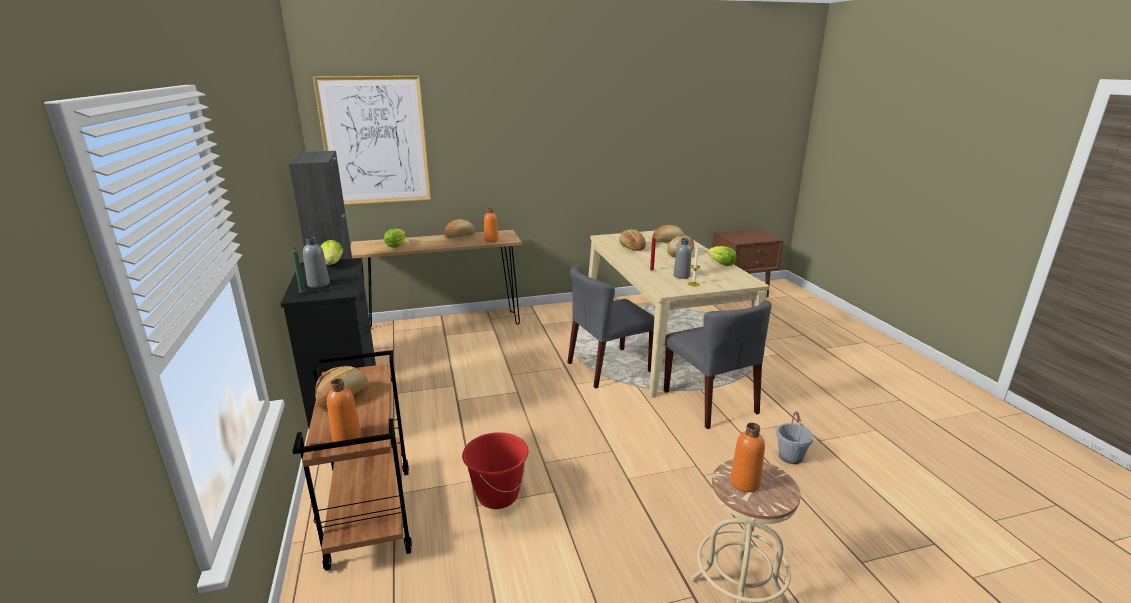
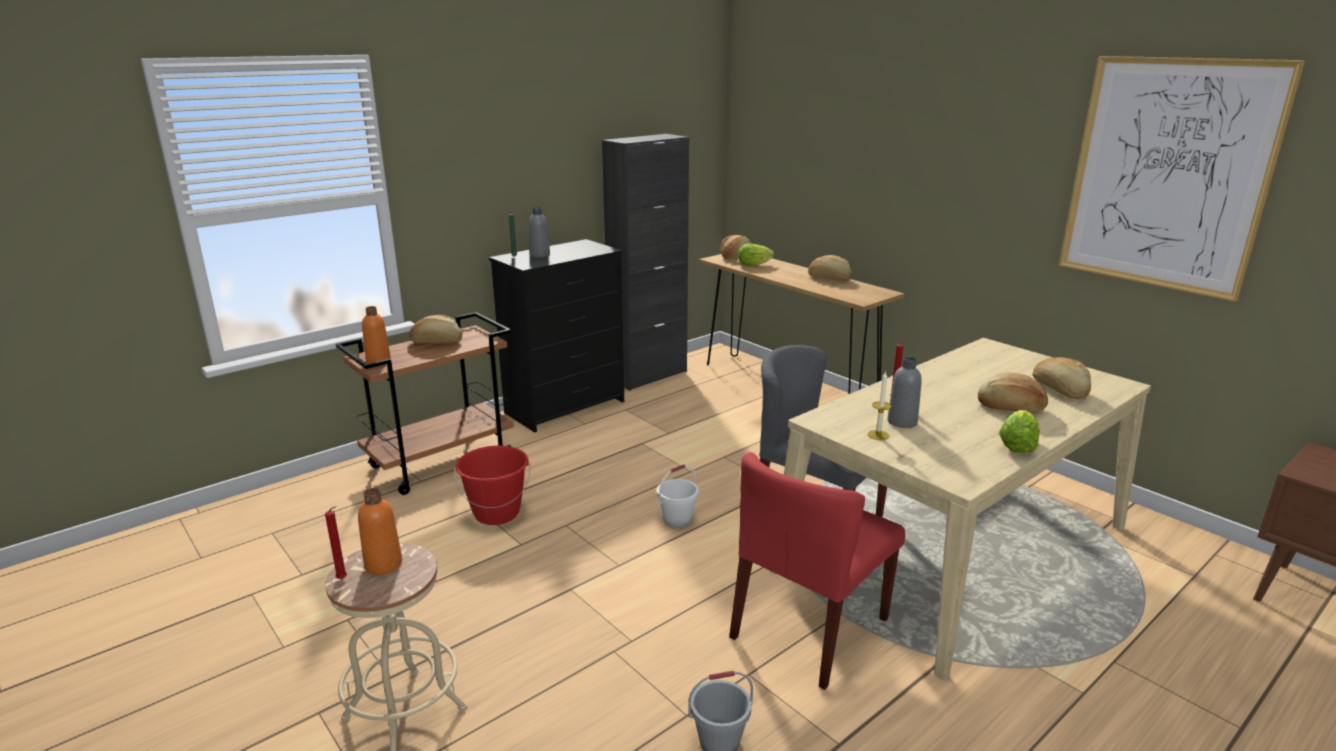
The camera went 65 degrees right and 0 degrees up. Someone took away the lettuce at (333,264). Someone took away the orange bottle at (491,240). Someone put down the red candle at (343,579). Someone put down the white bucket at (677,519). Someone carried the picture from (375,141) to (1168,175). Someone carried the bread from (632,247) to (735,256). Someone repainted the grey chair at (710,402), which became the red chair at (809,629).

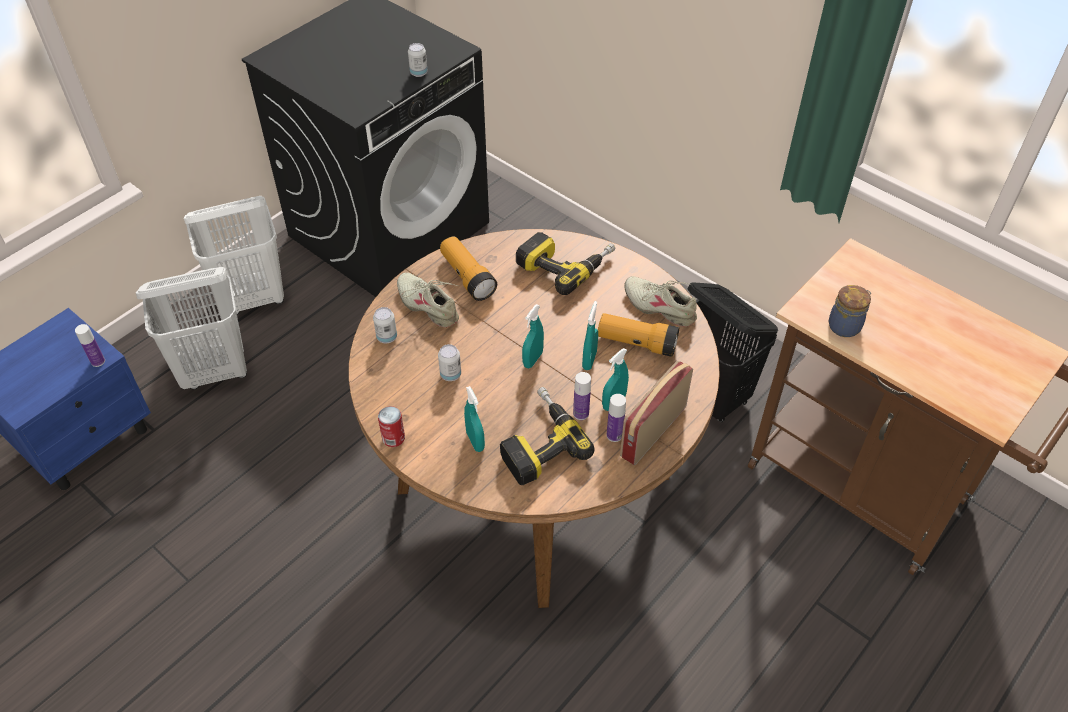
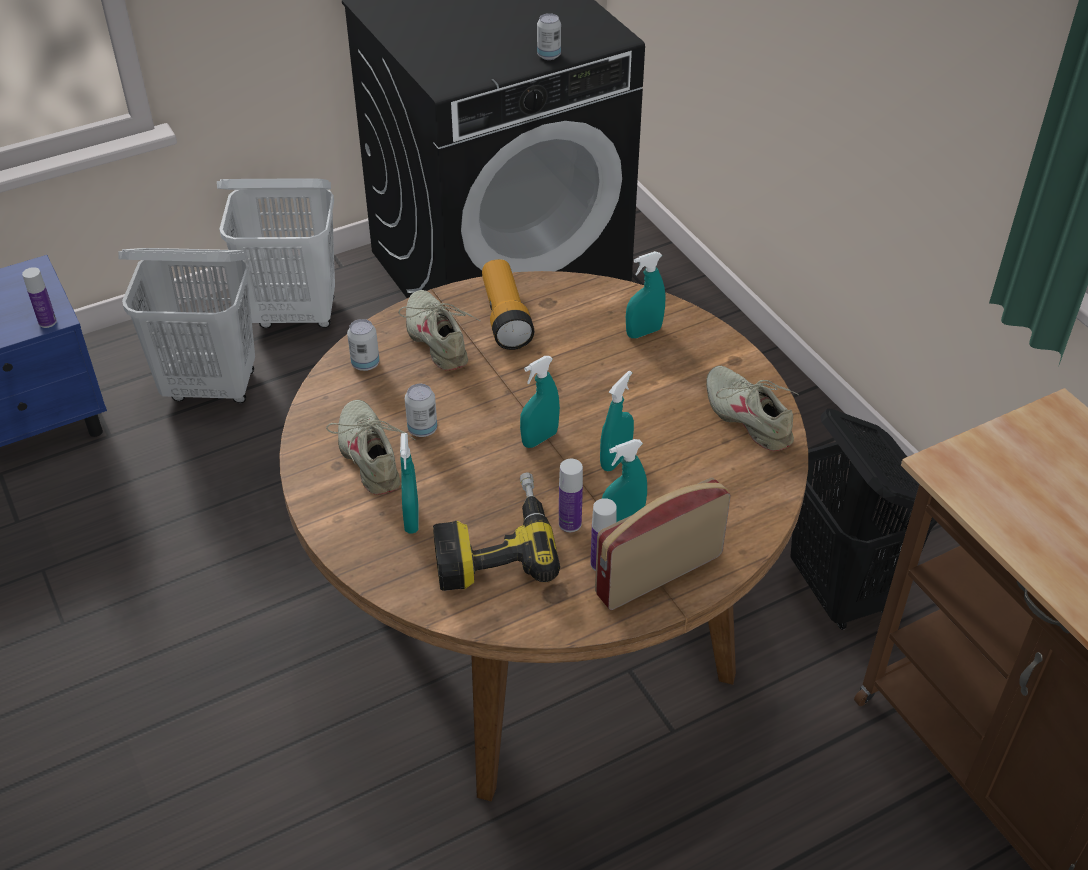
The camera went 20 degrees right and 5 degrees down. Someone took away the can at (393,438). Someone took away the flashlight at (637,343). Someone took away the jar at (845,326). Someone put down the beige shoe at (371,456). Someone swapped the power drill at (565,264) for the turquoise spray bottle at (643,332).

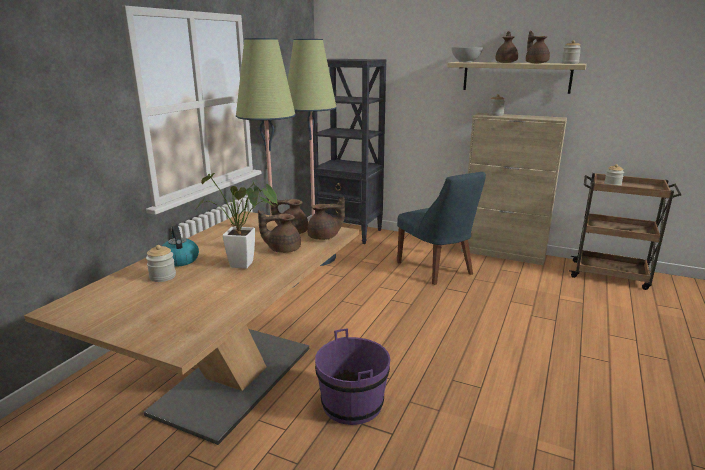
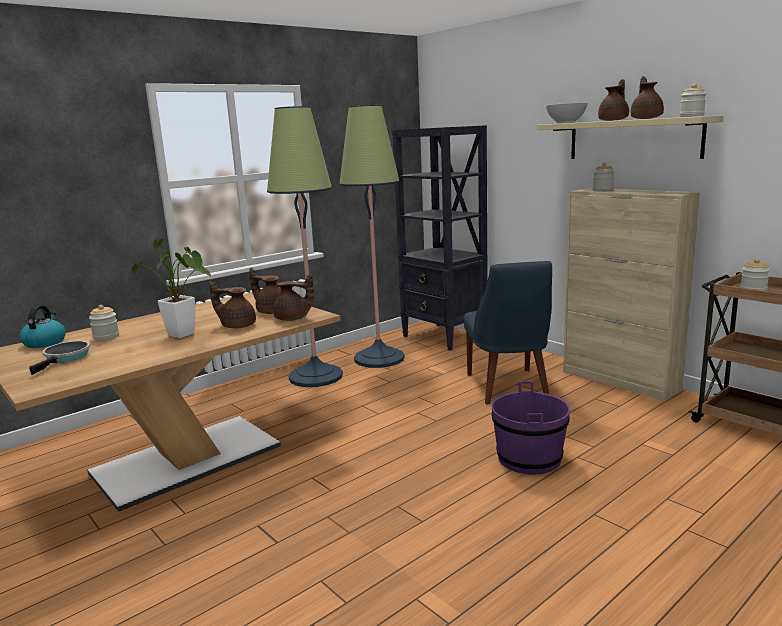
The camera went 25 degrees right and 5 degrees down. Someone put down the frying pan at (66,358). Someone carried the kettle from (179,260) to (45,342). Someone carried the purple bucket from (352,404) to (529,458).

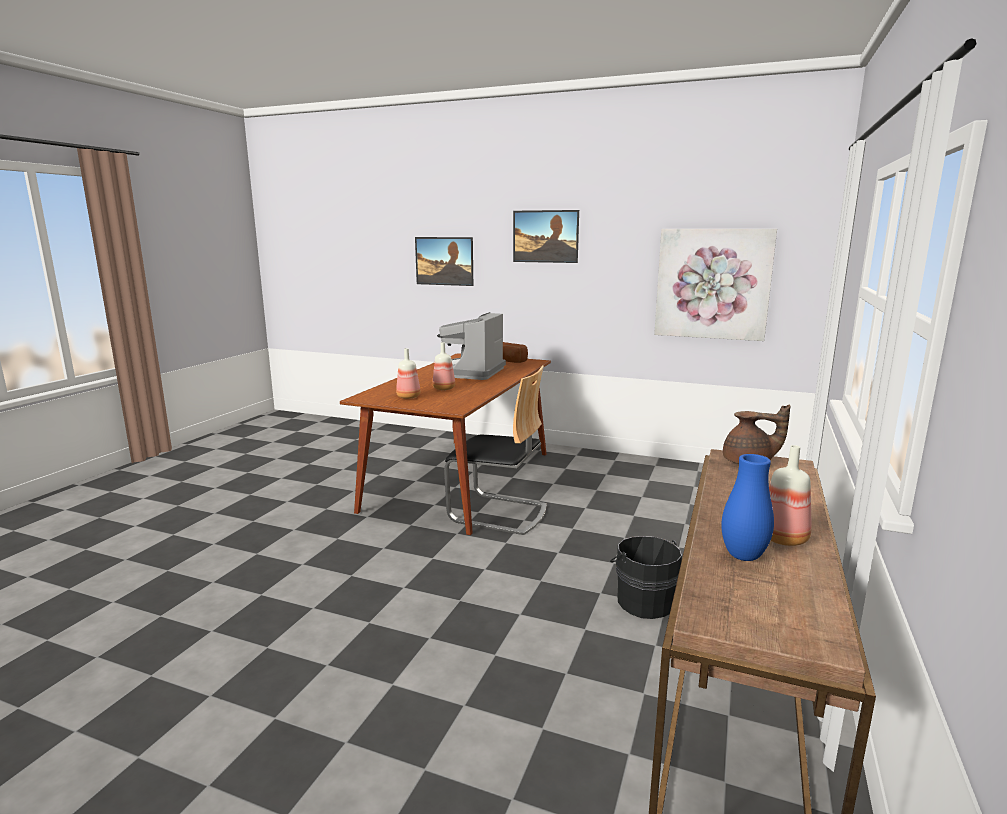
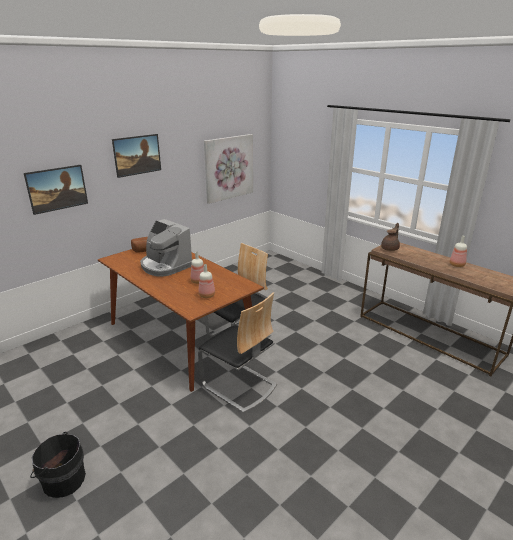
The camera went 65 degrees left and 10 degrees up. Someone took away the blue vase at (743,556). Someone put down the chair at (239,386). Someone carried the black bucket from (644,601) to (62,480).

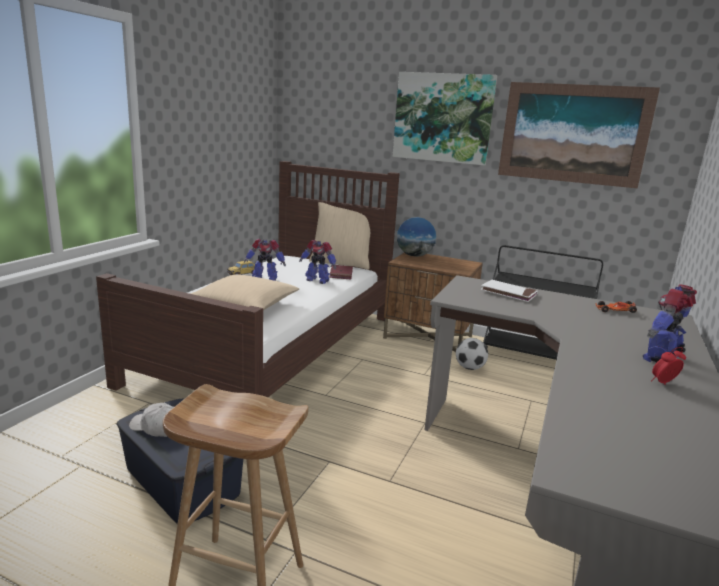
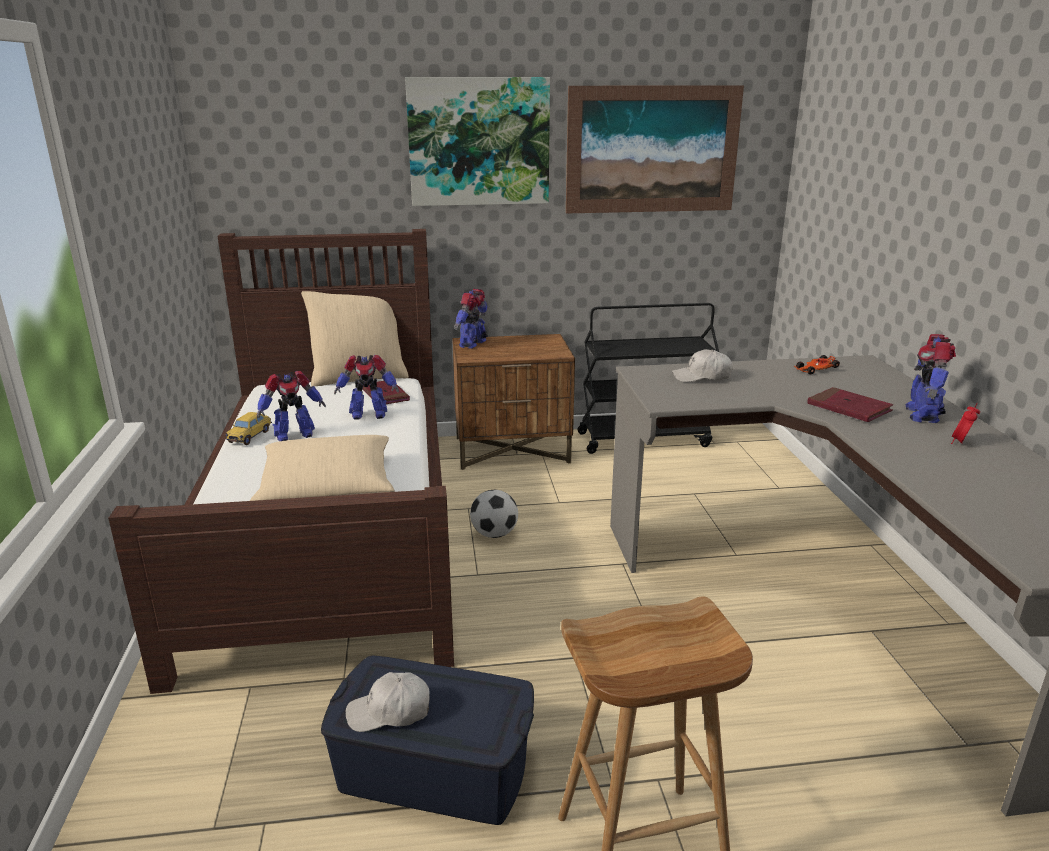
The camera went 30 degrees left and 5 degrees up. Someone put down the red book at (848,408). Someone carried the football from (469,368) to (494,534). Someone swapped the globe at (414,256) for the toy robot at (473,344). Someone swapped the white book at (508,293) for the white cap at (702,377).

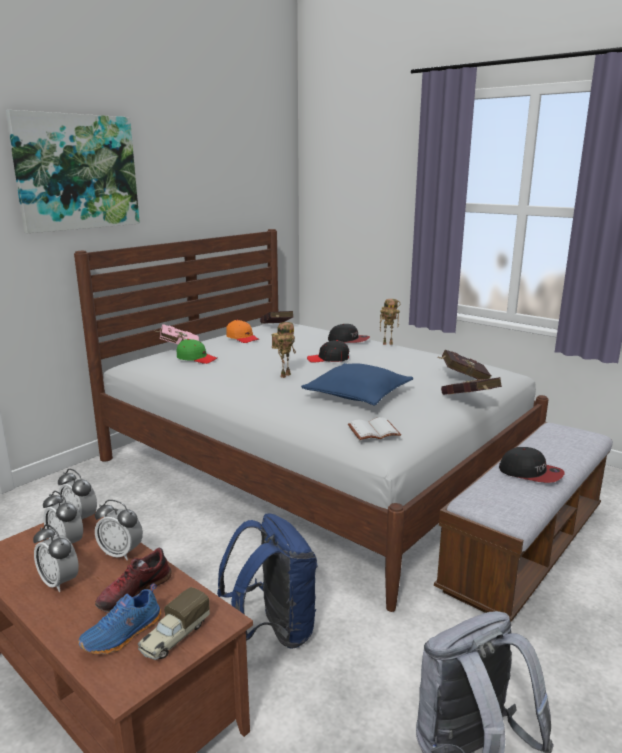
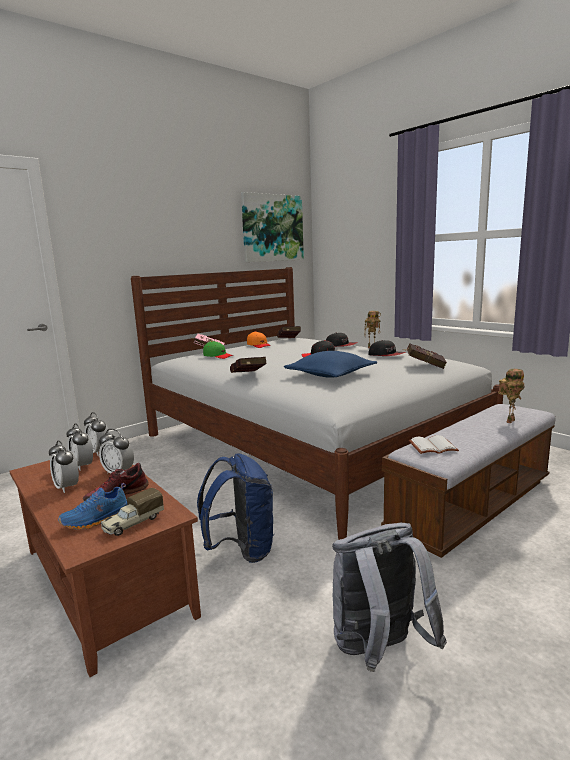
The camera went 10 degrees right and 5 degrees down. Someone carried the picture from (77,172) to (272,228). Someone carried the toy robot from (285,375) to (509,421). Someone carried the white book from (373,432) to (432,447). Someone carried the red book from (471,400) to (248,376). Someone carried the cap from (530,473) to (386,355).

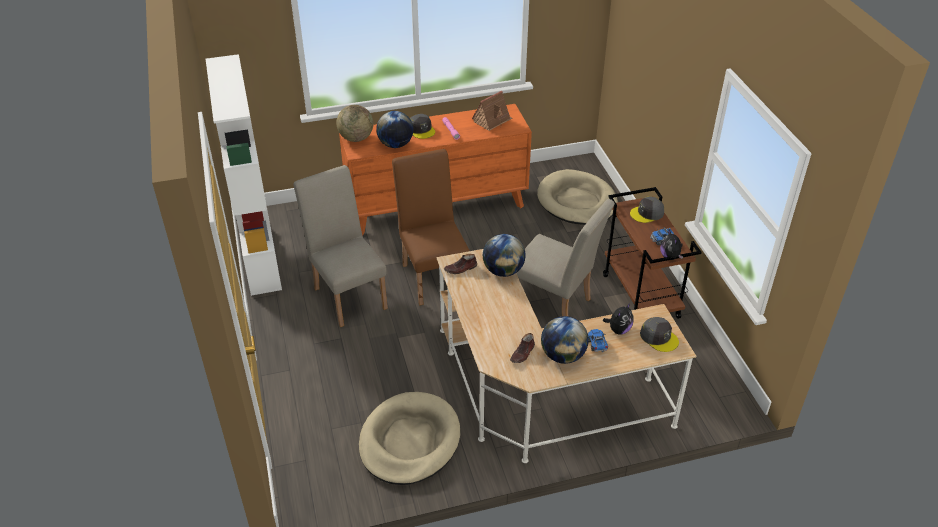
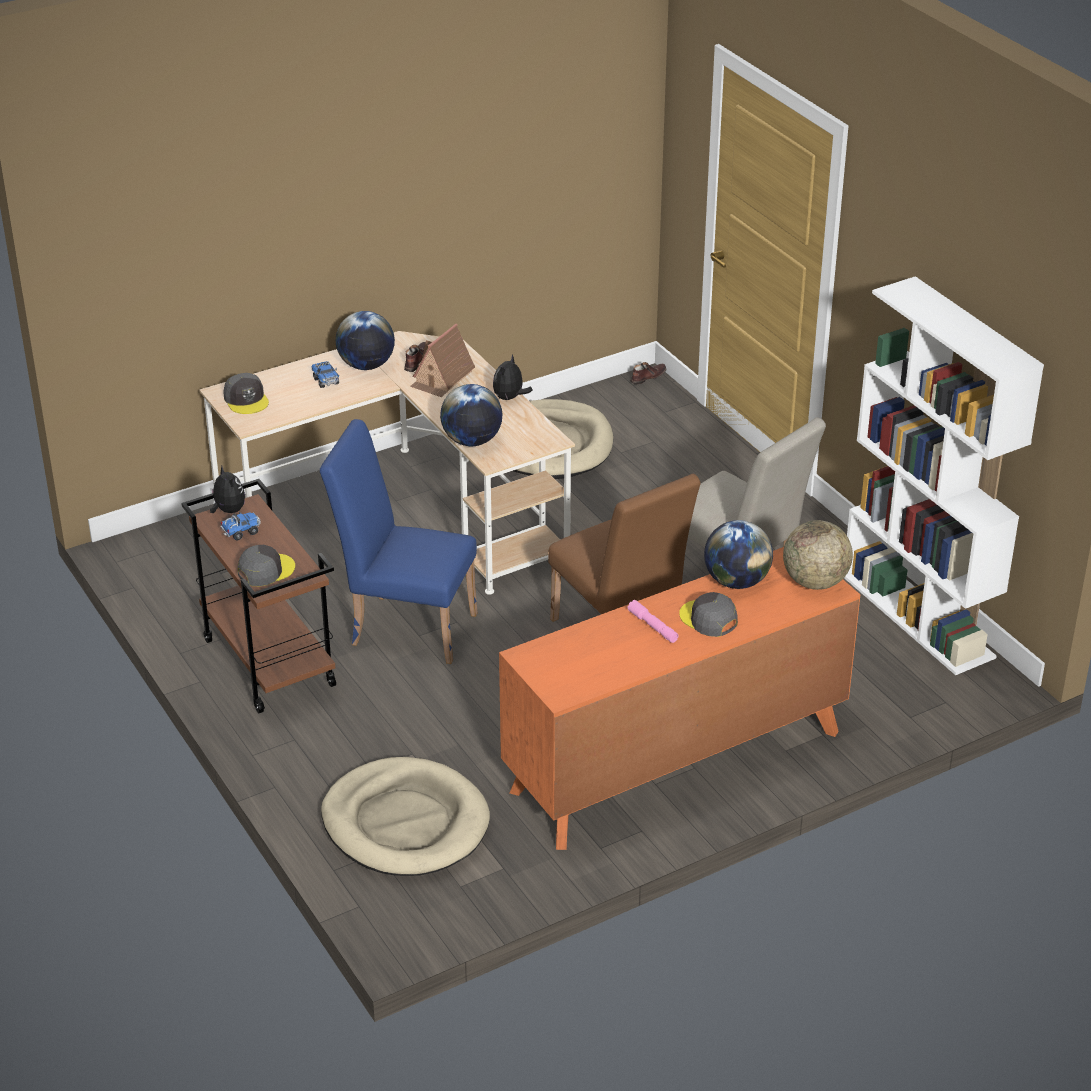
The camera went 165 degrees right and 5 degrees down. Someone carried the brown shoe from (460,269) to (648,377). Someone carried the toy house from (492,120) to (442,378). Someone carried the plush toy from (618,330) to (510,398). Someone repainted the beige chair at (556,305), which became the blue chair at (405,626). Someone rotated the grey cap at (659,337) by 150 degrees counterclockwise.

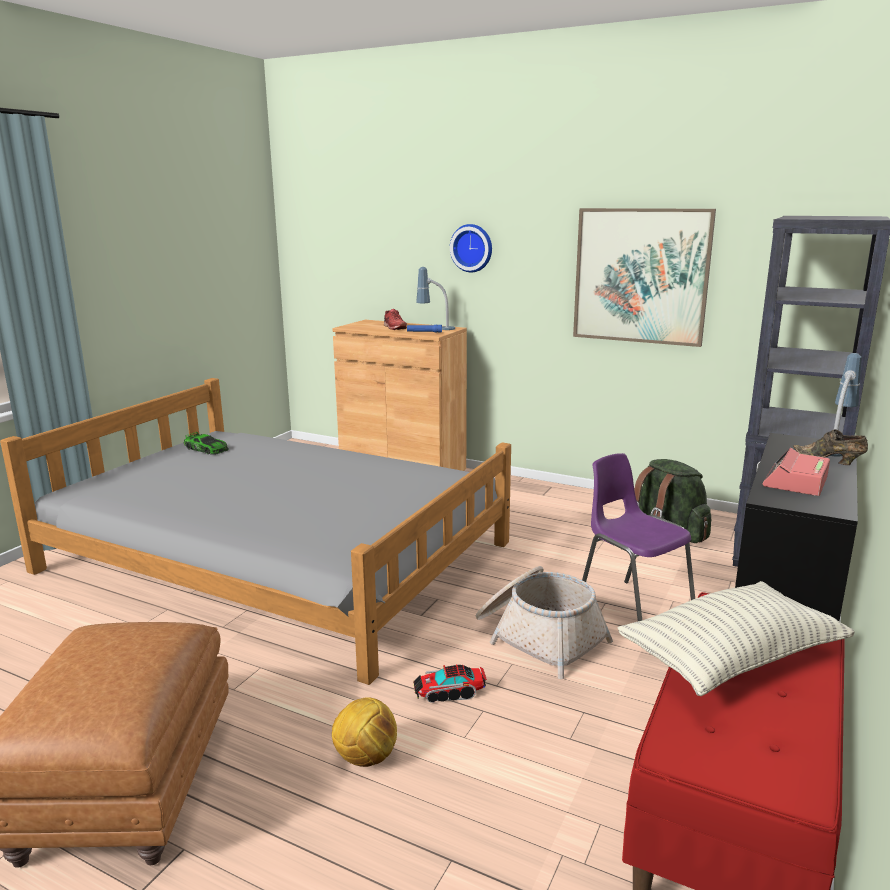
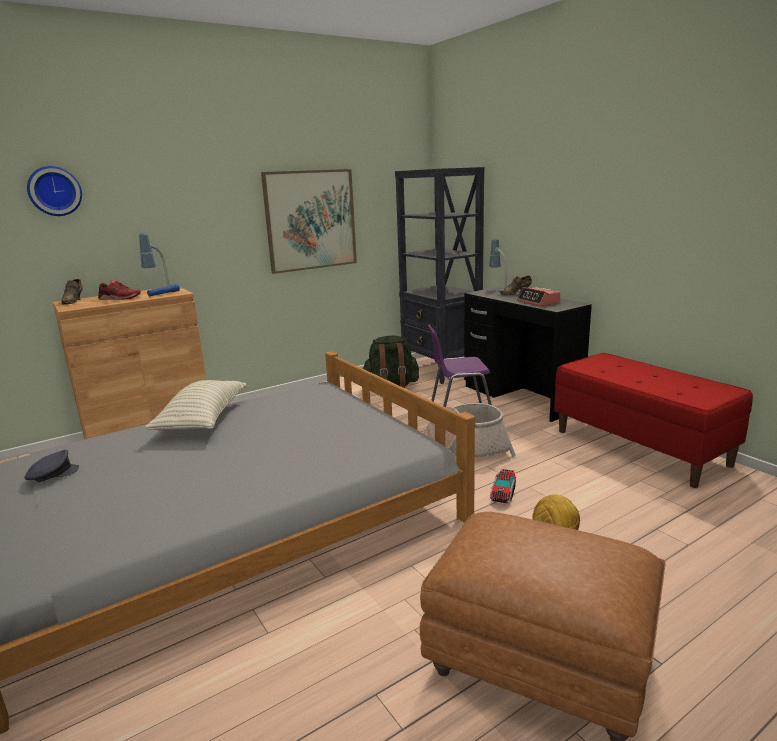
The camera went 60 degrees left and 0 degrees up. Someone put down the brown shoe at (74,301). Someone carried the wall clock from (472,248) to (54,191). Someone carried the pillow from (731,658) to (202,420). Someone swapped the toy car at (206,449) for the grey cap at (51,474).

